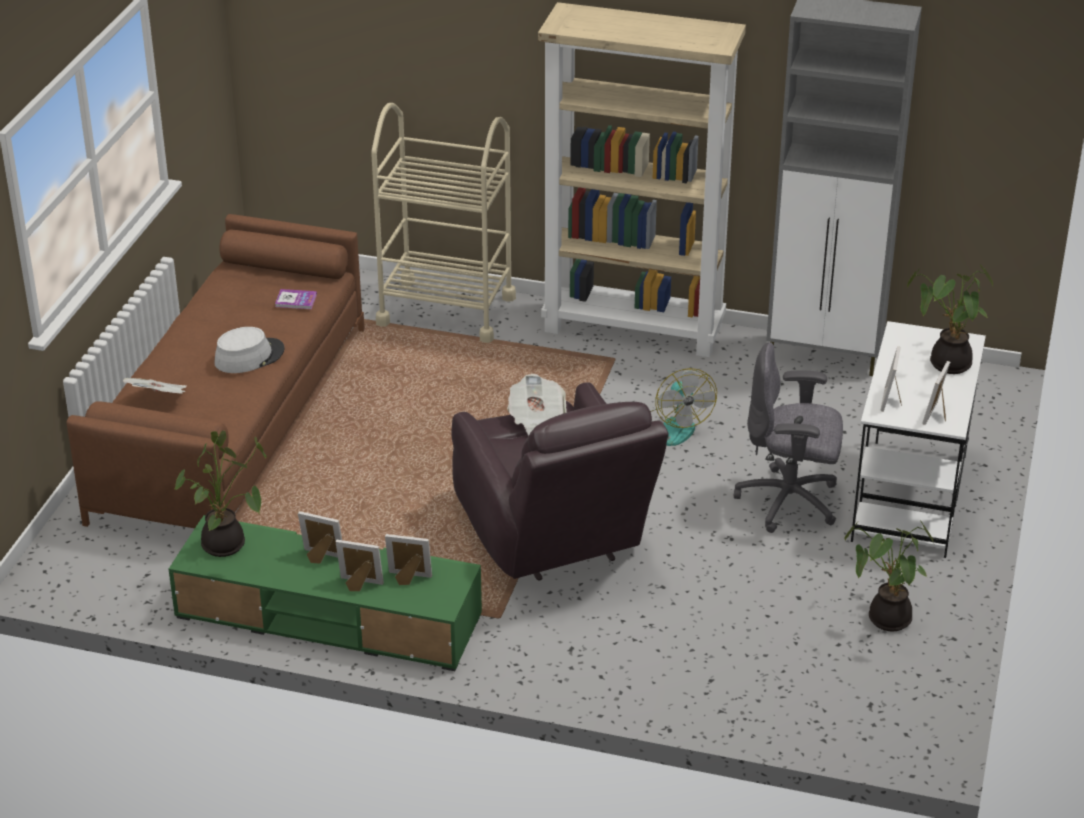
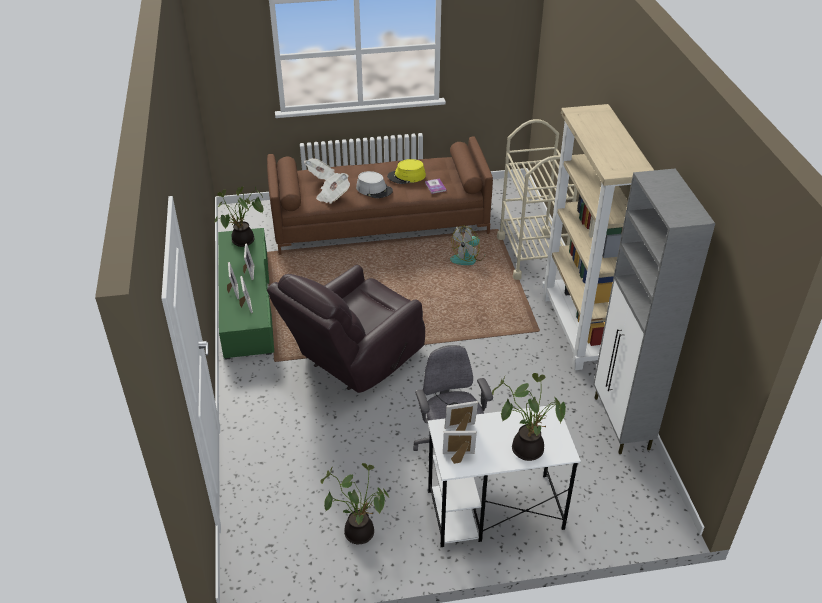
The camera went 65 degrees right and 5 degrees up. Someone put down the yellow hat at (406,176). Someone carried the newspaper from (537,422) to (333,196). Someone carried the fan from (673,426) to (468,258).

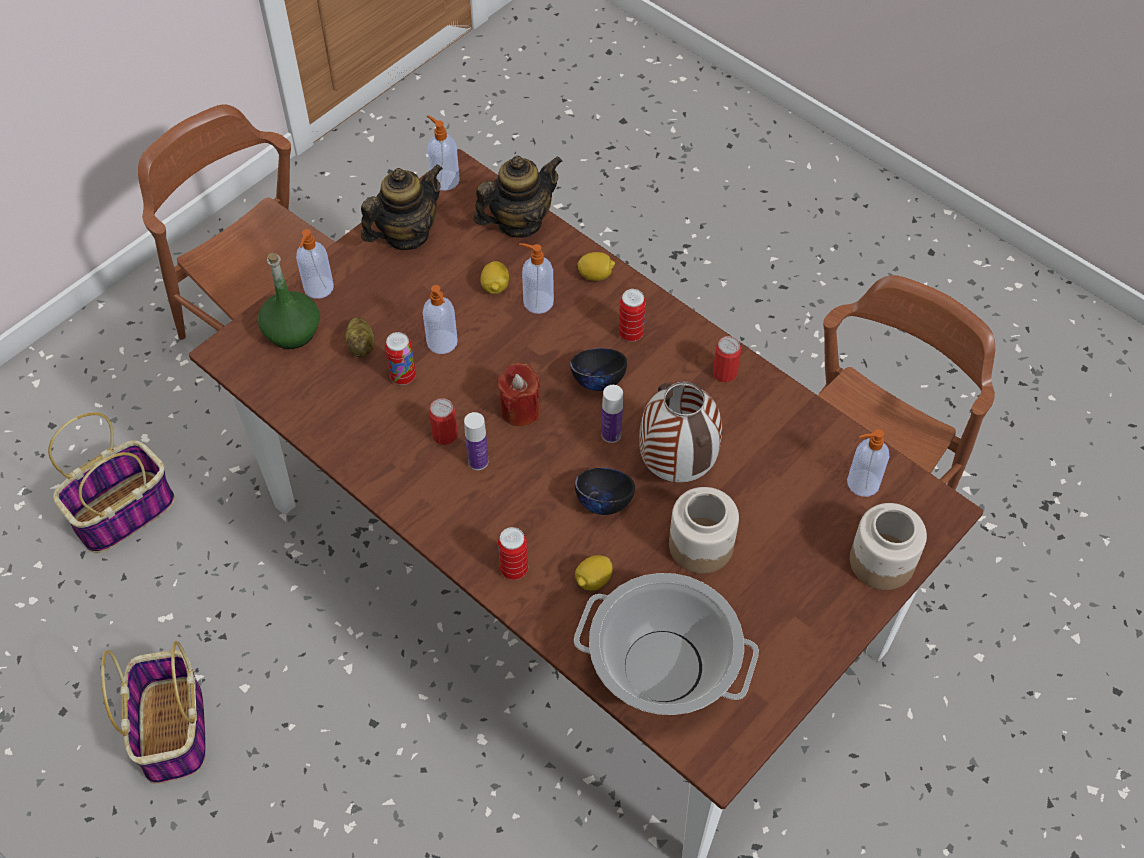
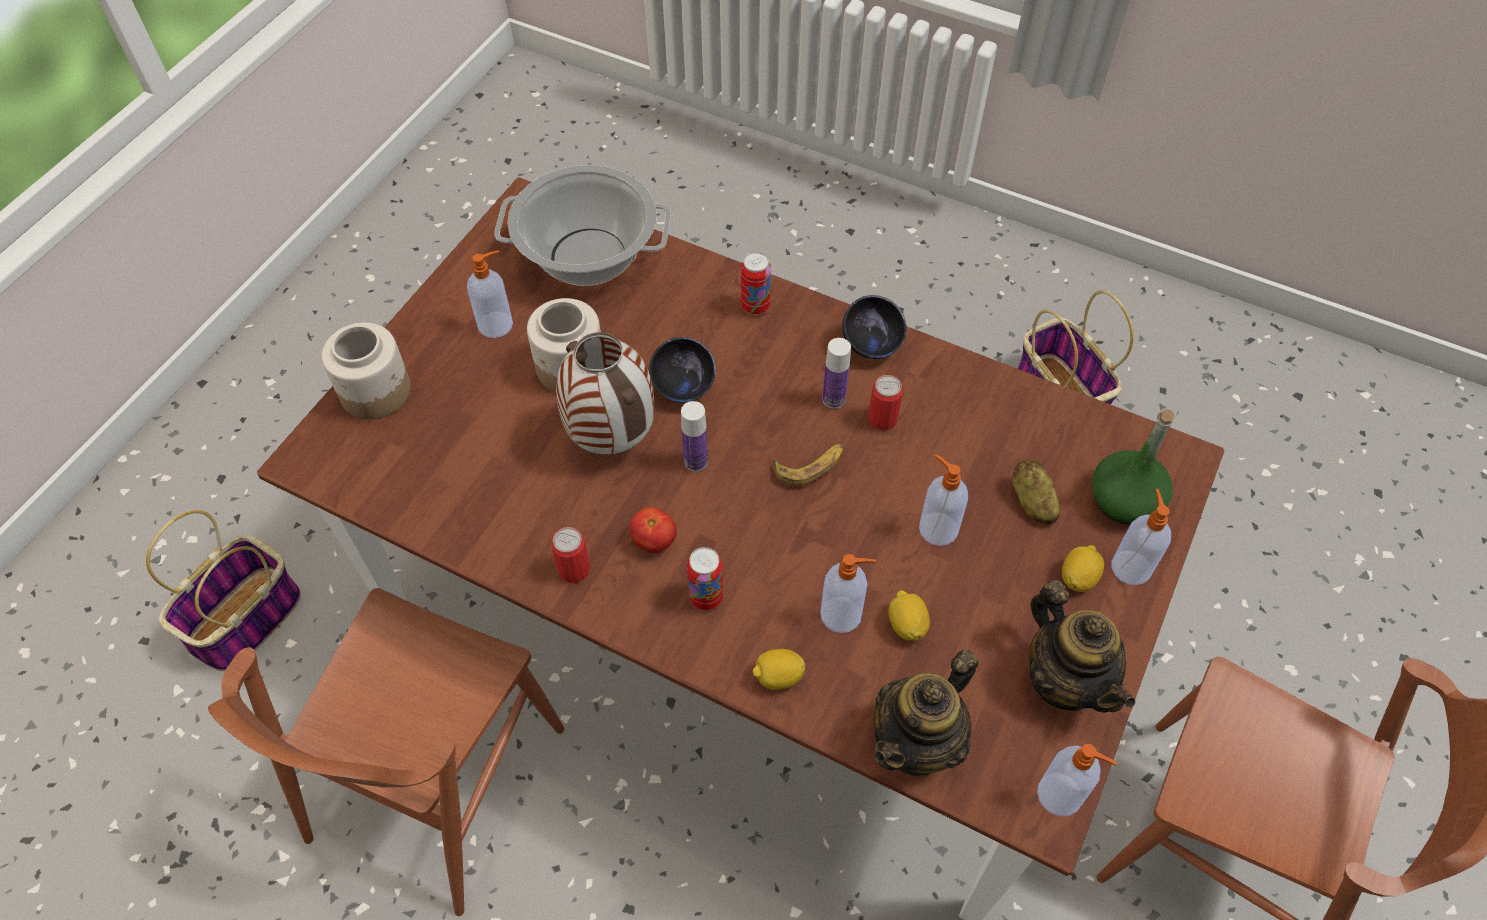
The camera went 165 degrees right and 0 degrees up. Someone took away the can at (403,376). Someone put down the tomato at (654,541). Someone carried the basket from (124,511) to (245,622). Someone carried the black bowl from (598,380) to (871,345). Someone carried the lemon from (593,580) to (1078,577). Someone carried the soap dispenser from (861,483) to (497,324). Someone swapped the red candle at (520,409) for the banana at (810,466). Someone rotated the teapot at (406,234) by 60 degrees counterclockwise.

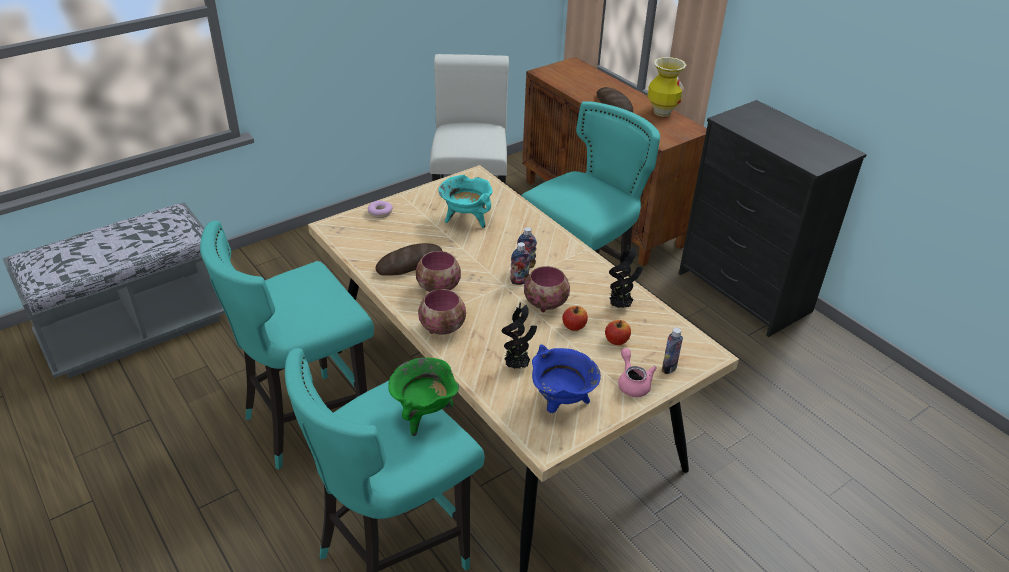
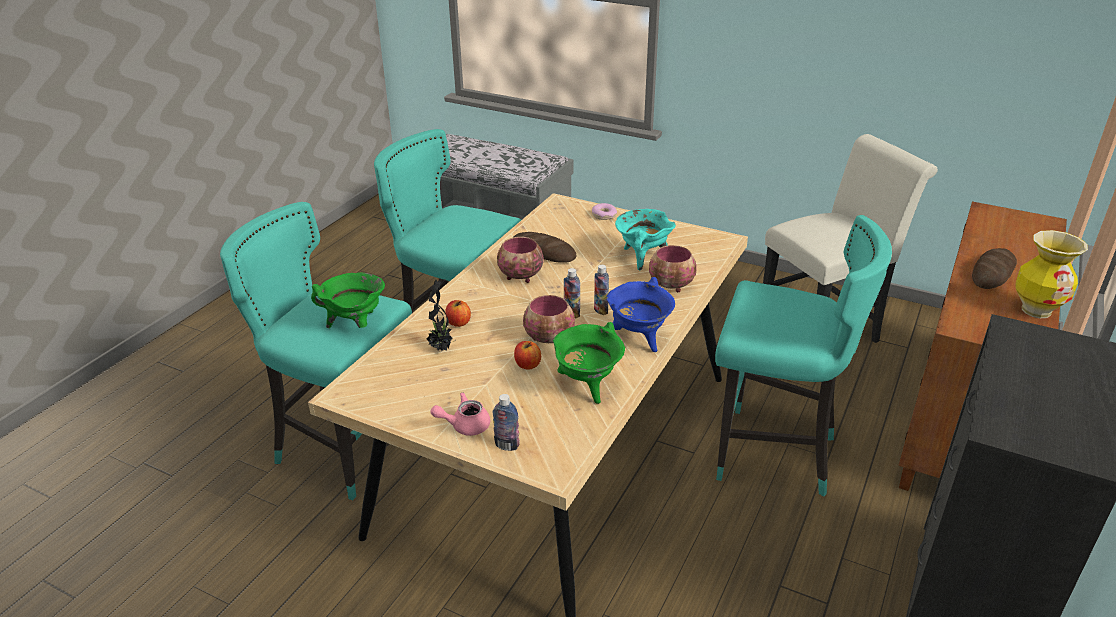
The camera went 65 degrees right and 5 degrees down. Someone carried the bowl from (443,328) to (672,286). Someone carried the blue cooking pot from (561,403) to (639,338). Someone carried the apple from (616,340) to (458,322). Someone swapped the potted plant at (620,306) for the green cooking pot at (587,386). Someone rotated the pink teapot at (632,383) by 150 degrees counterclockwise.

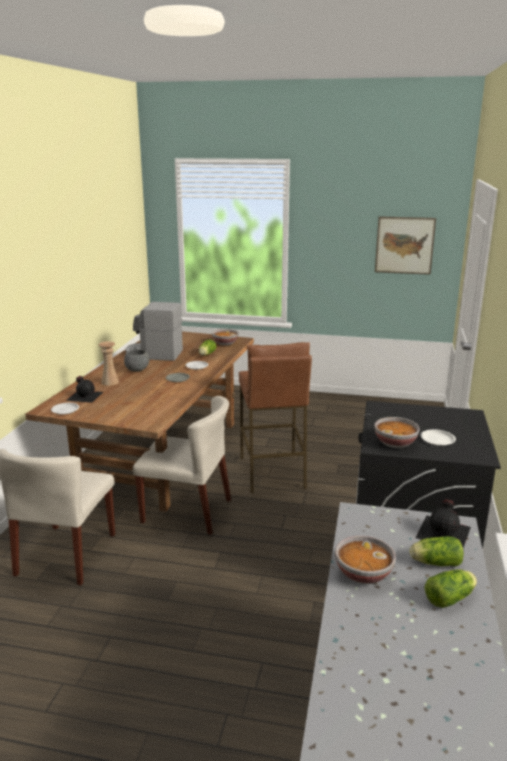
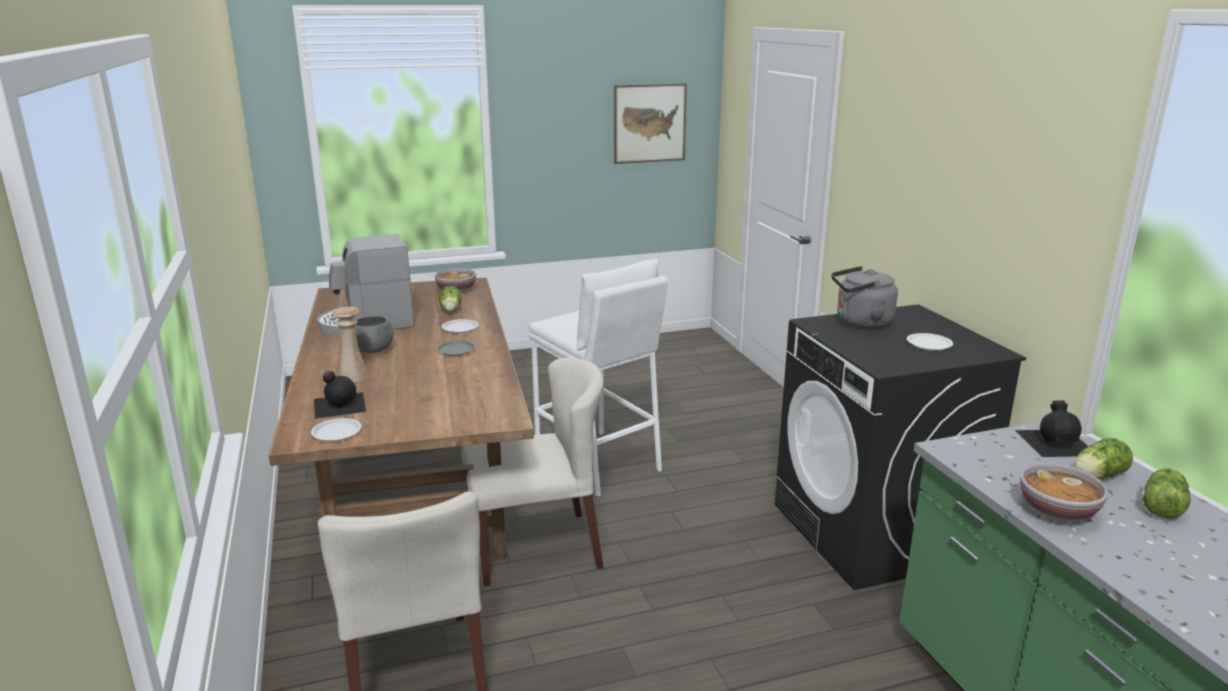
The camera went 30 degrees left and 0 degrees up. Someone took away the bowl at (395,443). Someone put down the grey kettle at (860,322). Someone repainted the brown stool at (272,473), which became the white stool at (598,463).

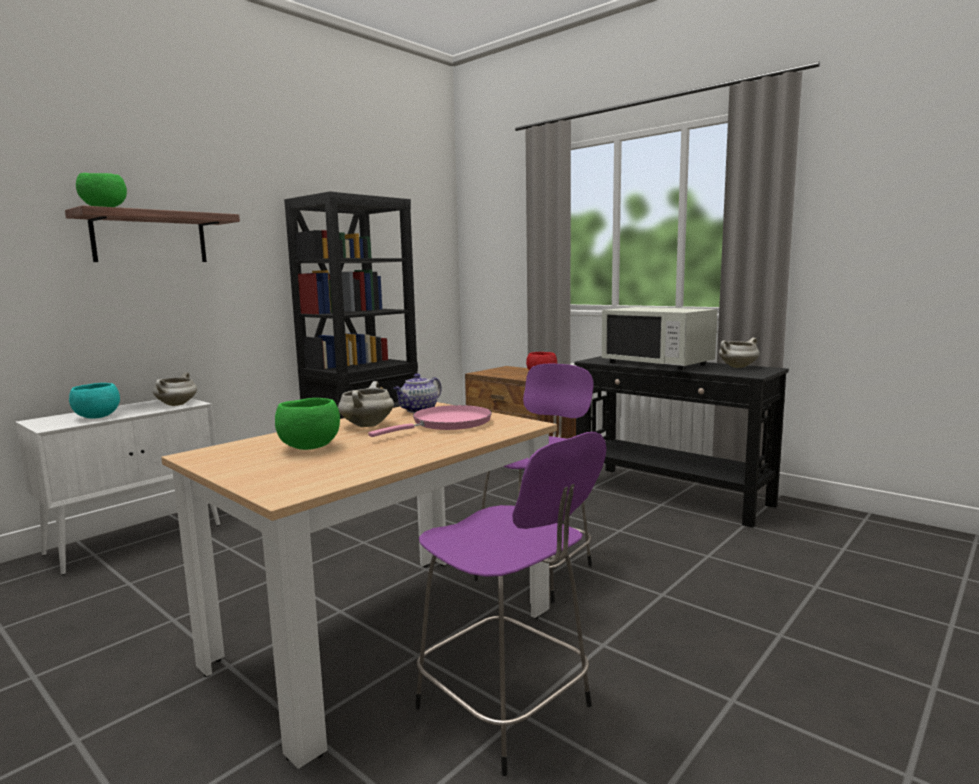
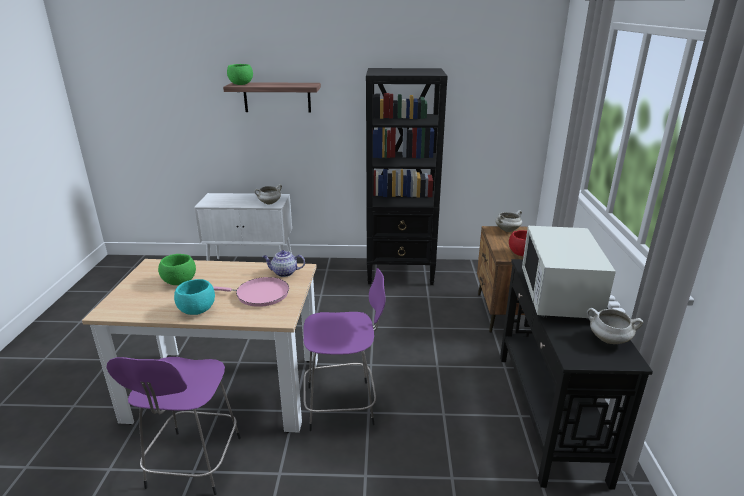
The camera went 50 degrees right and 15 degrees up. Someone carried the turquoise bowl from (97,417) to (197,311). Someone carried the white cooking pot from (367,425) to (507,230).

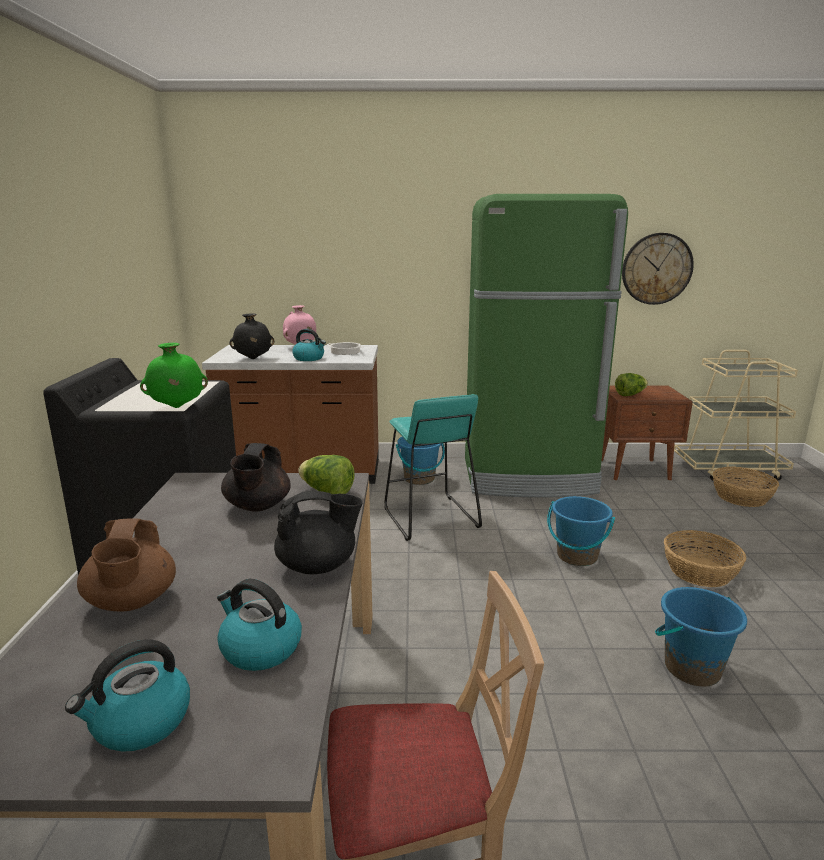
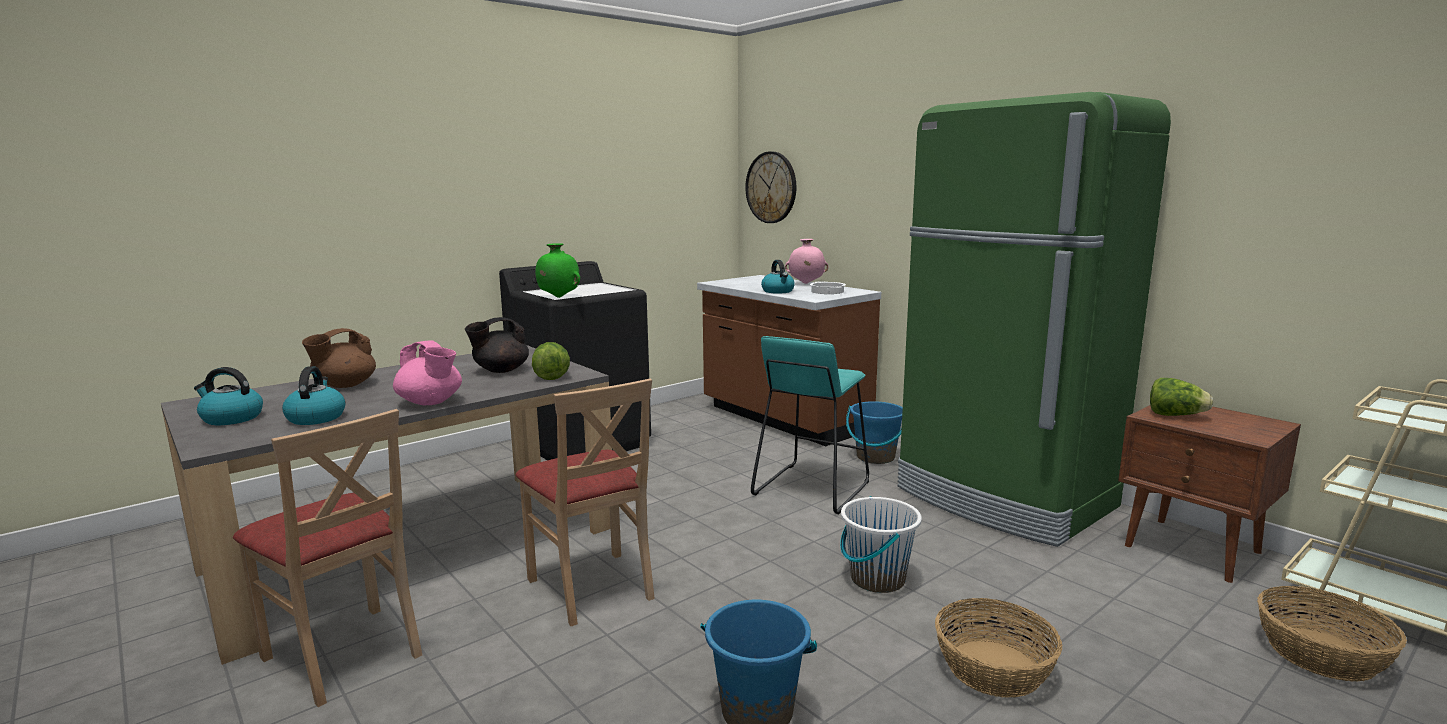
The camera went 50 degrees right and 5 degrees down. Someone took away the black vase at (253,359). Someone put down the beige chair at (592,587). Someone carried the wall clock from (656,269) to (771,187). Someone repainted the black teapot at (318,566), which became the pink teapot at (430,402). Someone repainted the blue bucket at (577,556), which became the white bucket at (877,579).

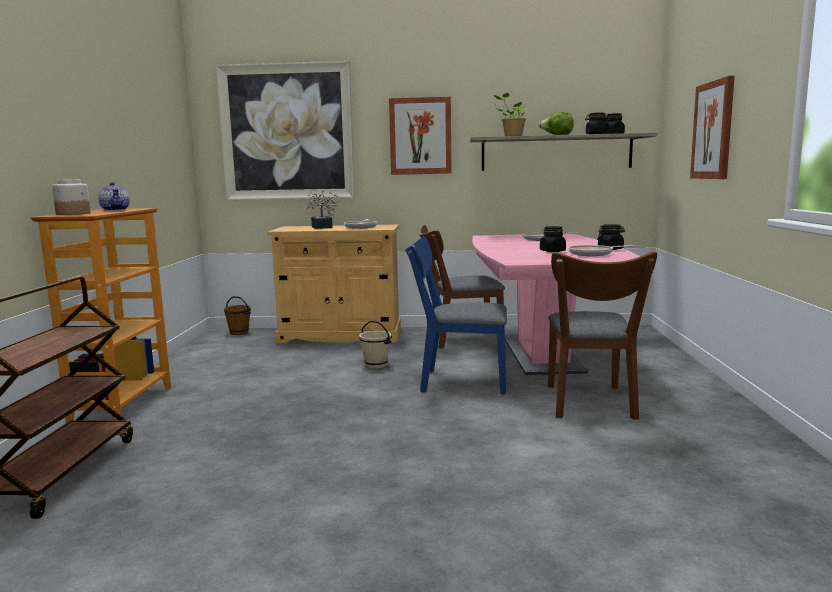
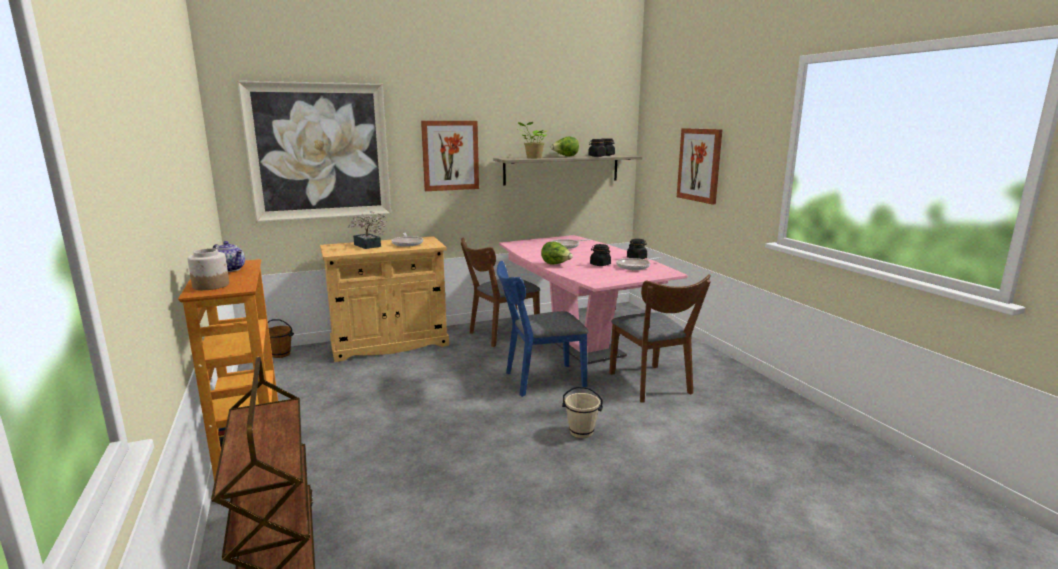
The camera went 25 degrees left and 5 degrees up. Someone put down the lettuce at (556,264). Someone carried the beige bucket from (376,365) to (581,432).

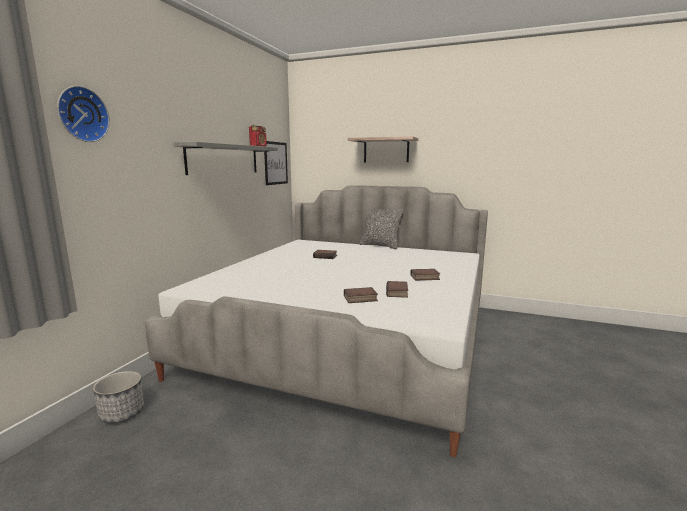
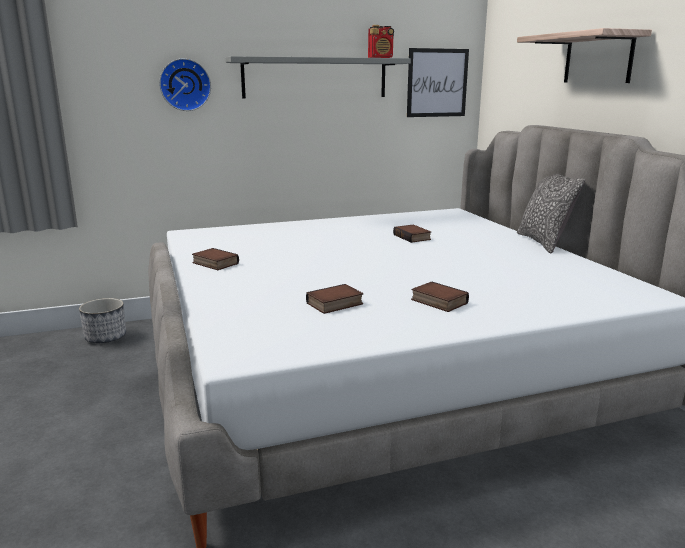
The camera went 50 degrees right and 5 degrees up. Someone carried the wall clock from (81,114) to (185,85). Someone carried the book from (360,299) to (214,263).

